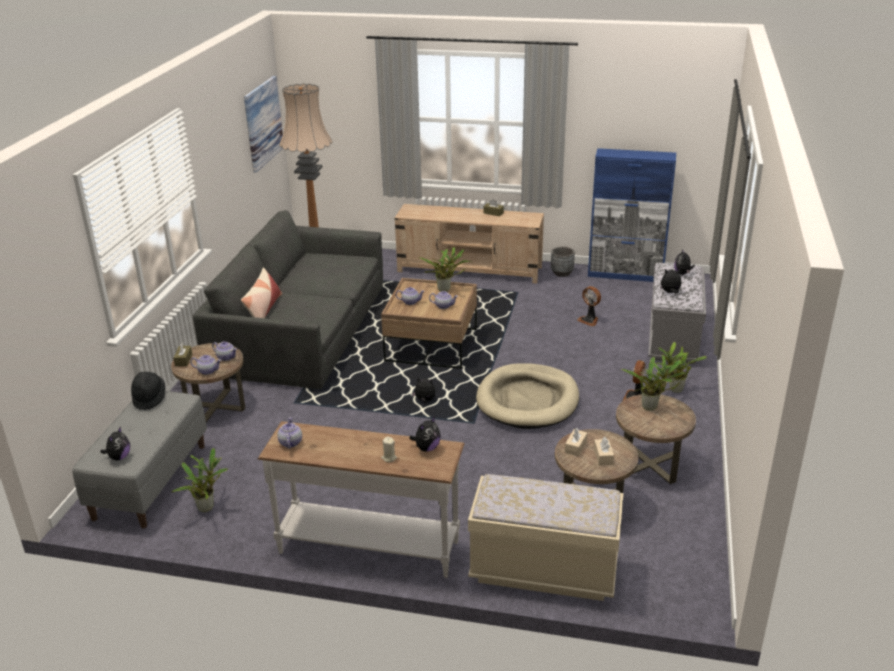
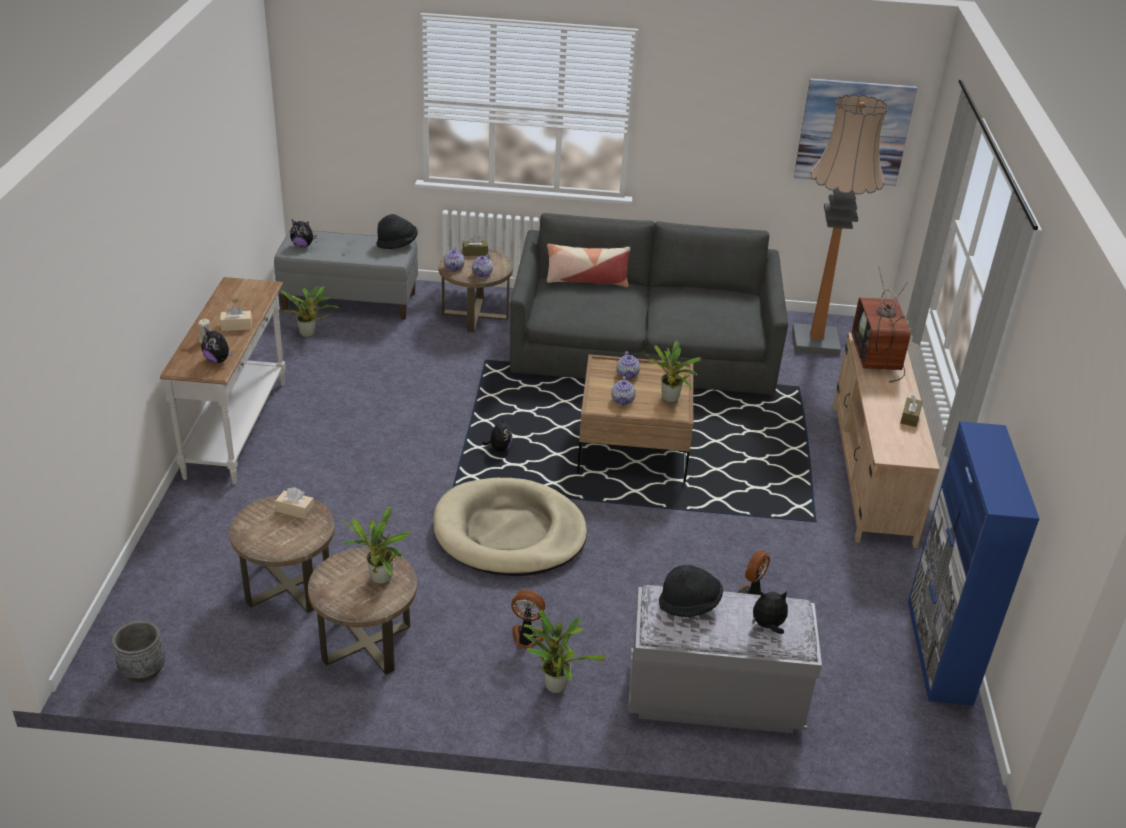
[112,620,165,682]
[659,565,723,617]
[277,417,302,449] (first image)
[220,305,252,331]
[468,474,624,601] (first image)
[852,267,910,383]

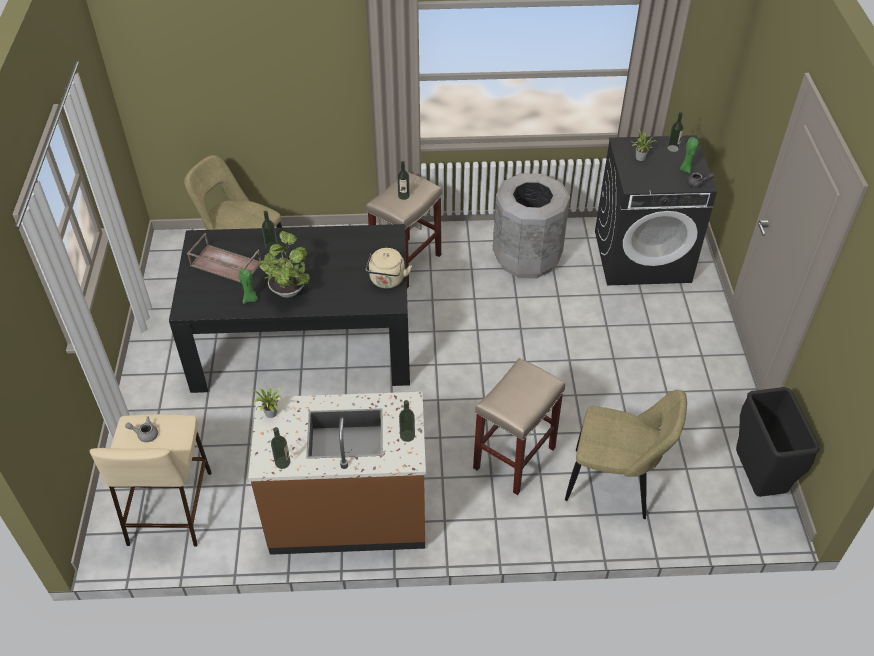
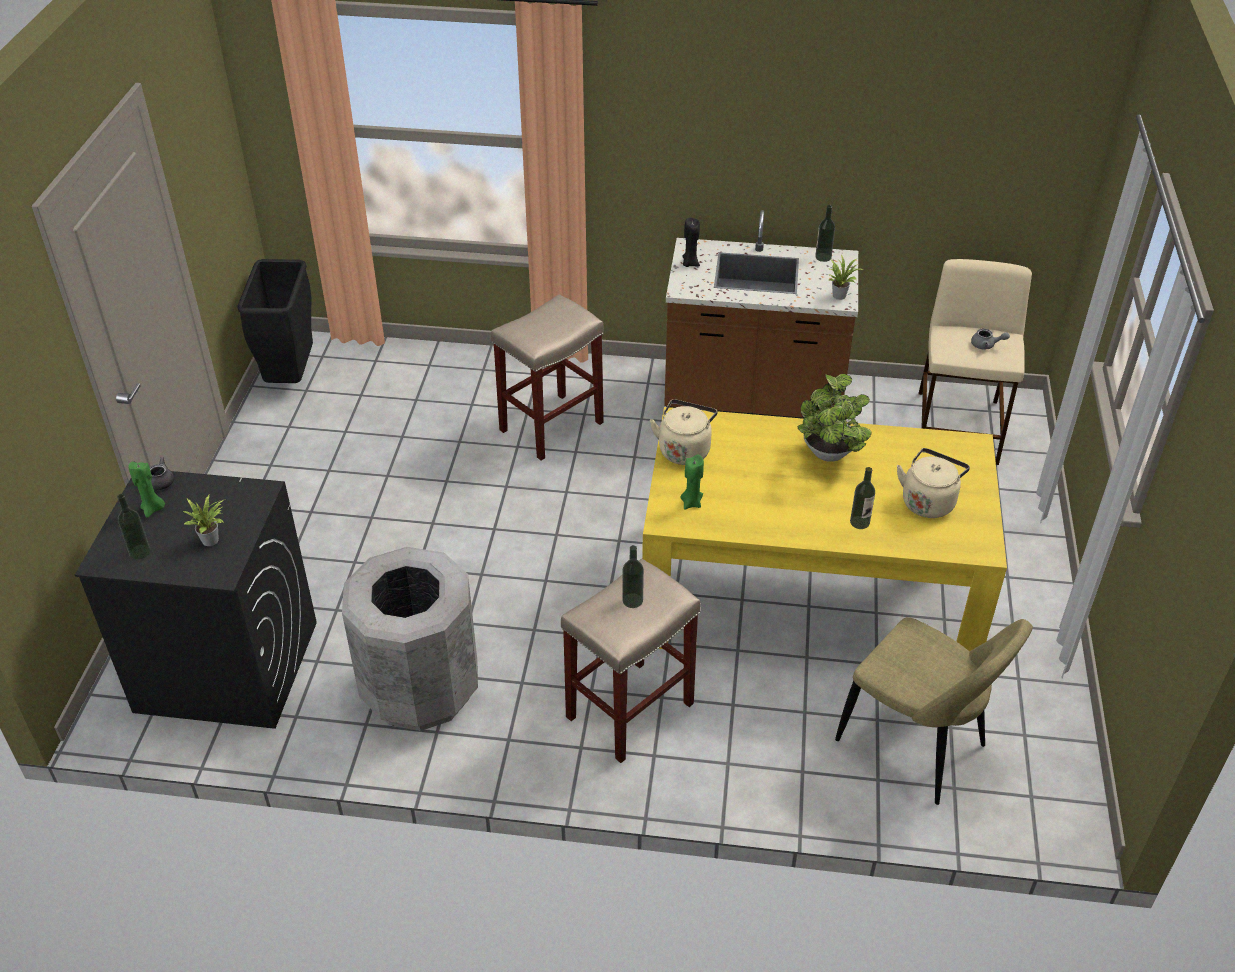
[642,407,1007,652]
[897,448,970,518]
[681,454,704,510]
[565,390,687,519] (first image)
[682,218,700,267]

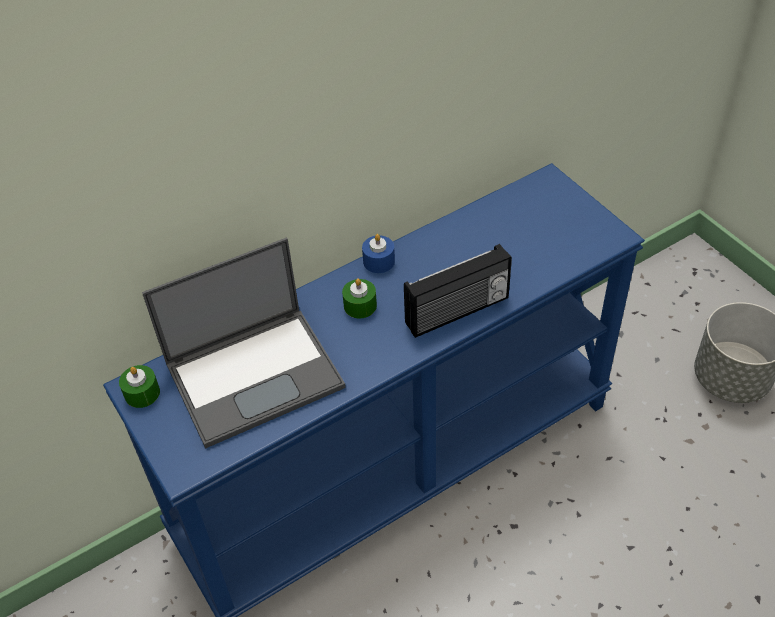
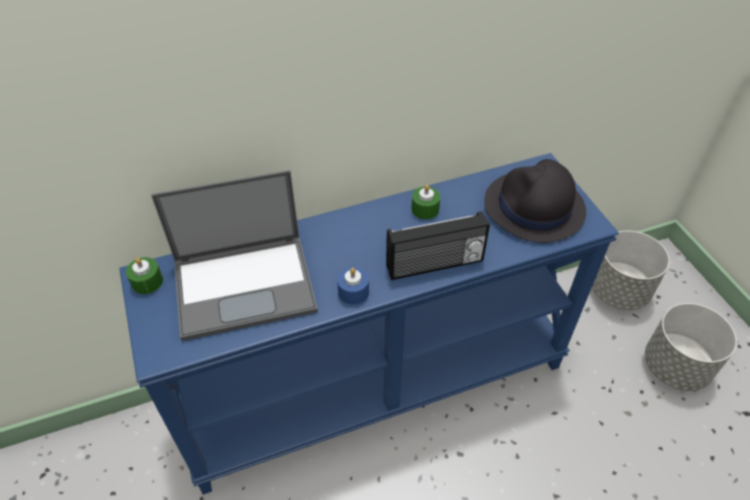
[337,267,369,305]
[411,185,440,219]
[484,159,586,243]
[592,231,670,310]

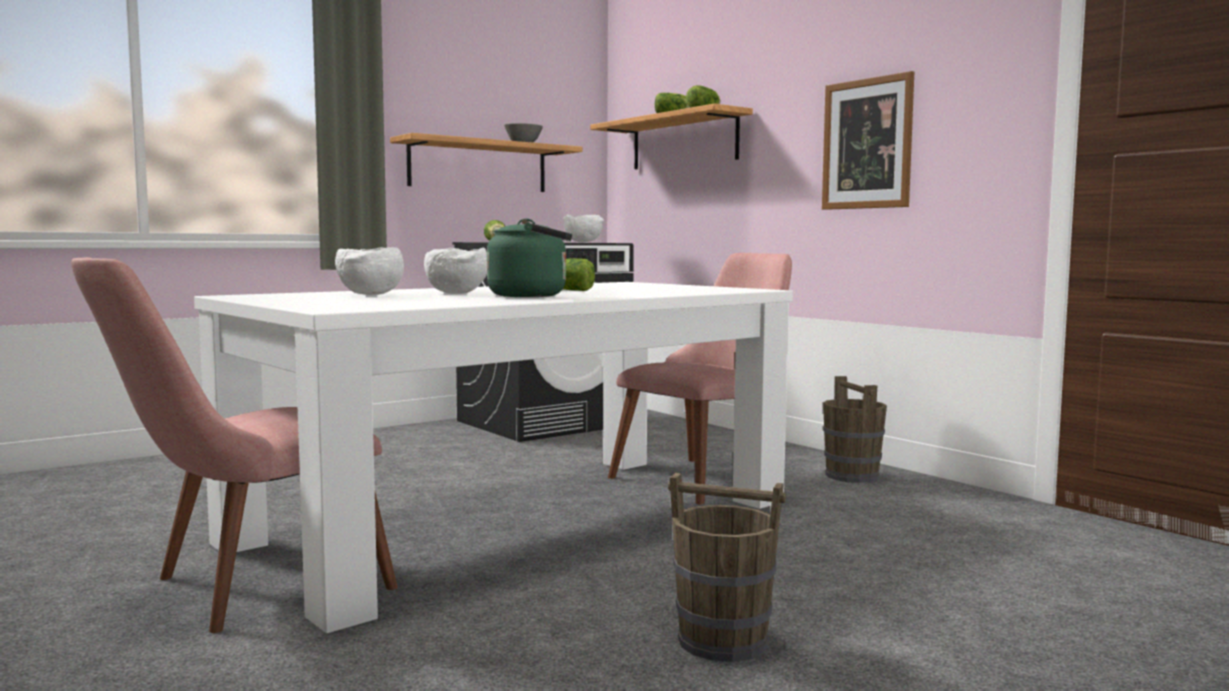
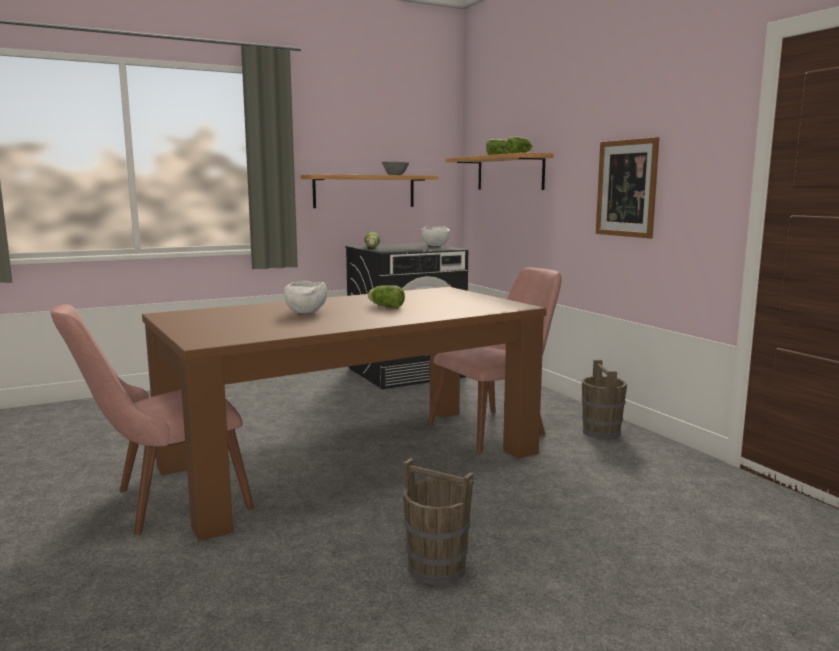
[487,218,572,297] (first image)
[335,247,404,295] (first image)
[142,287,547,541]

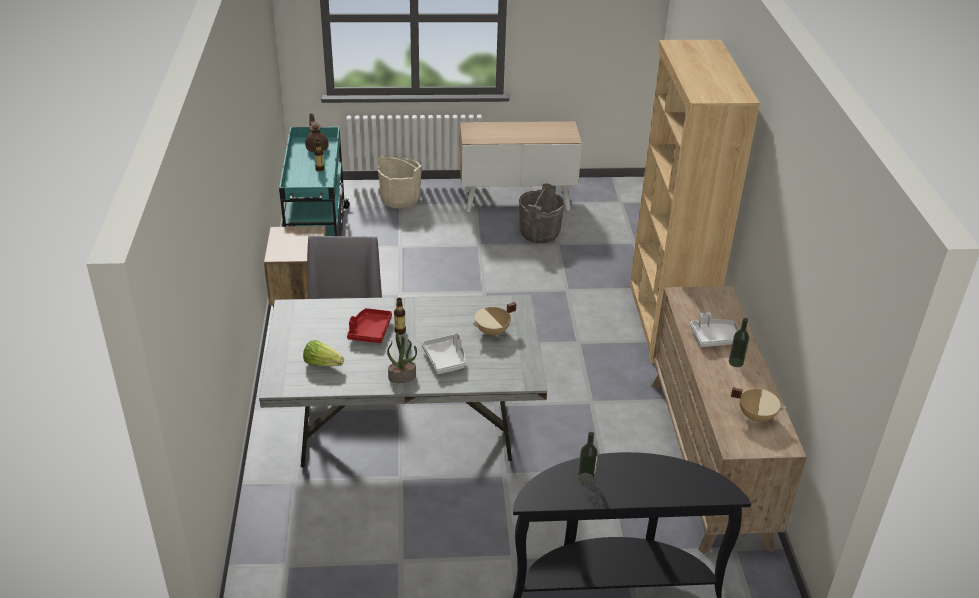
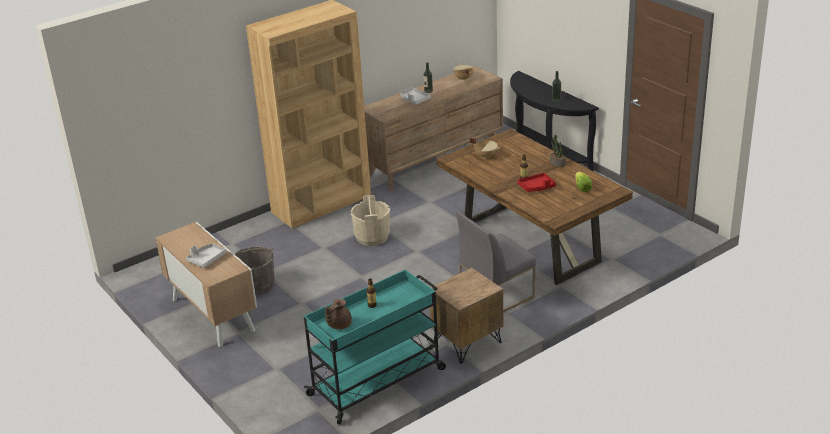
[351,195,390,246]
[436,129,633,285]
[186,243,227,268]

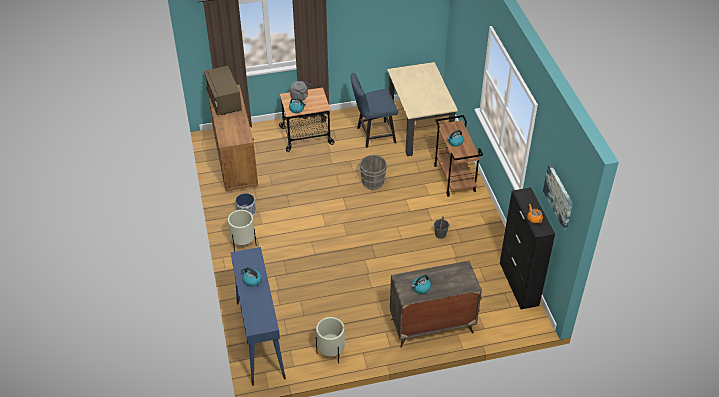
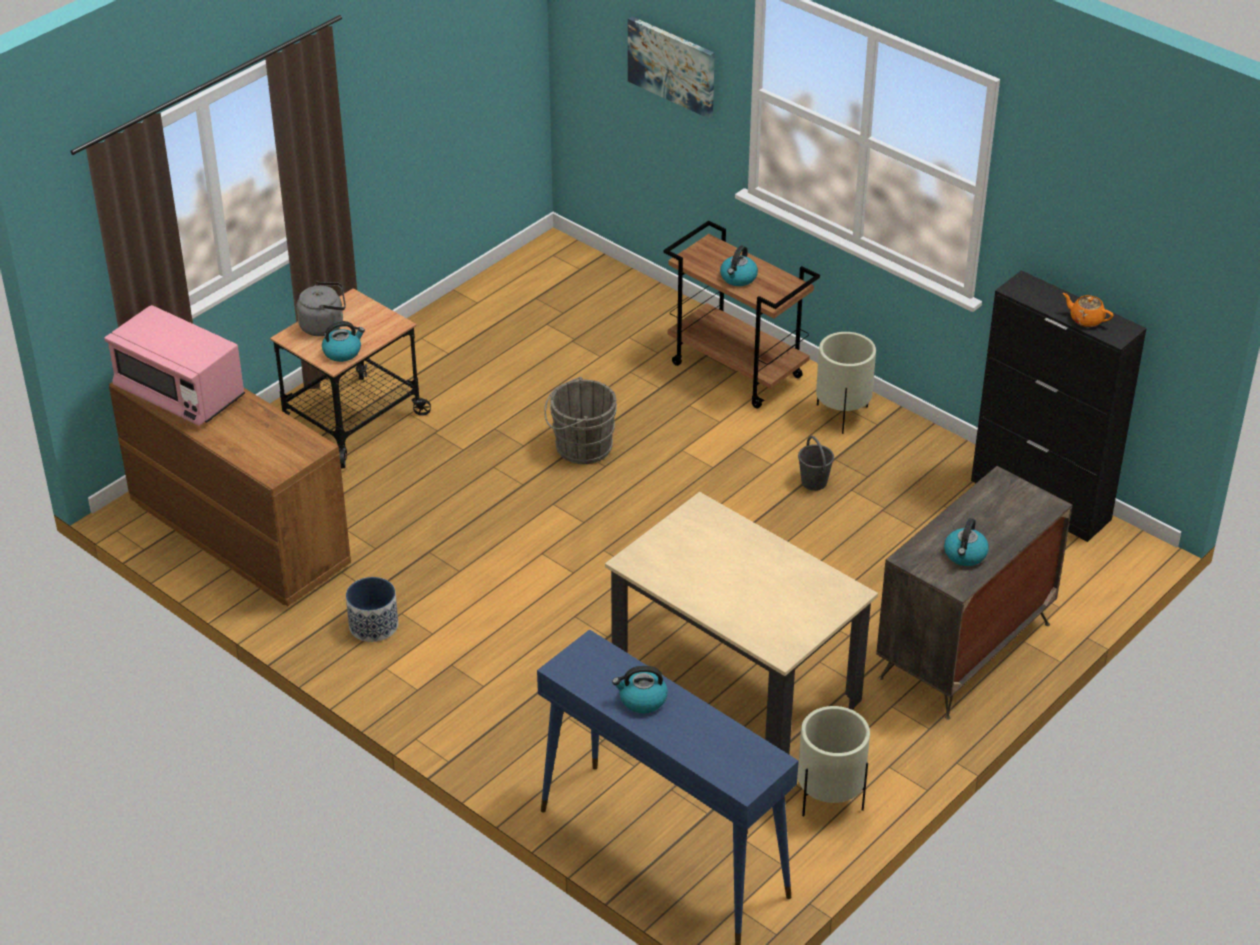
[605,492,878,754]
[104,305,245,426]
[351,73,398,148] (first image)
[628,17,715,119]
[816,332,876,434]

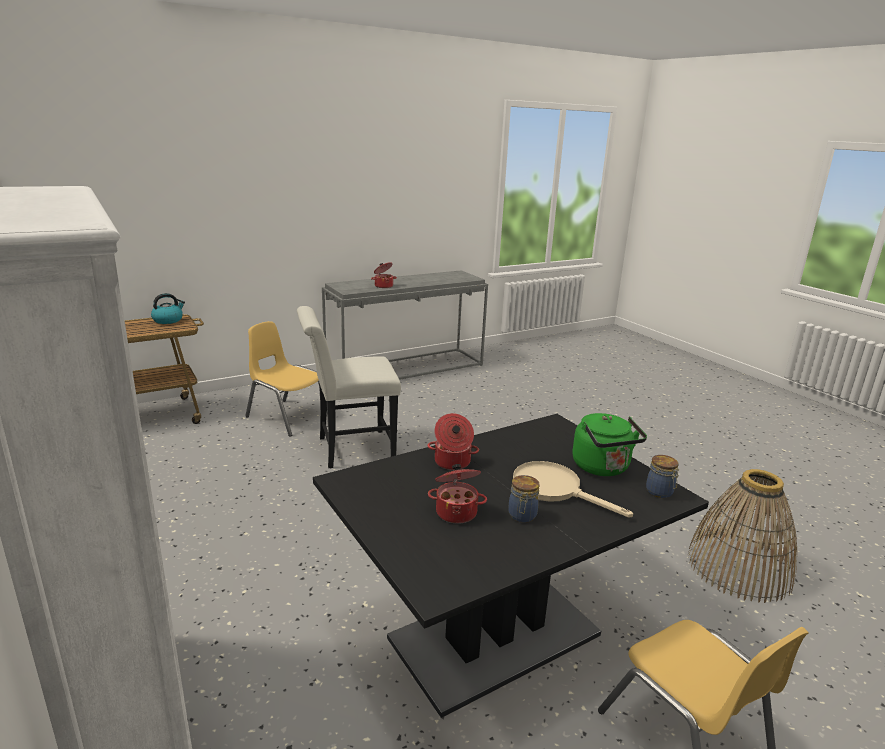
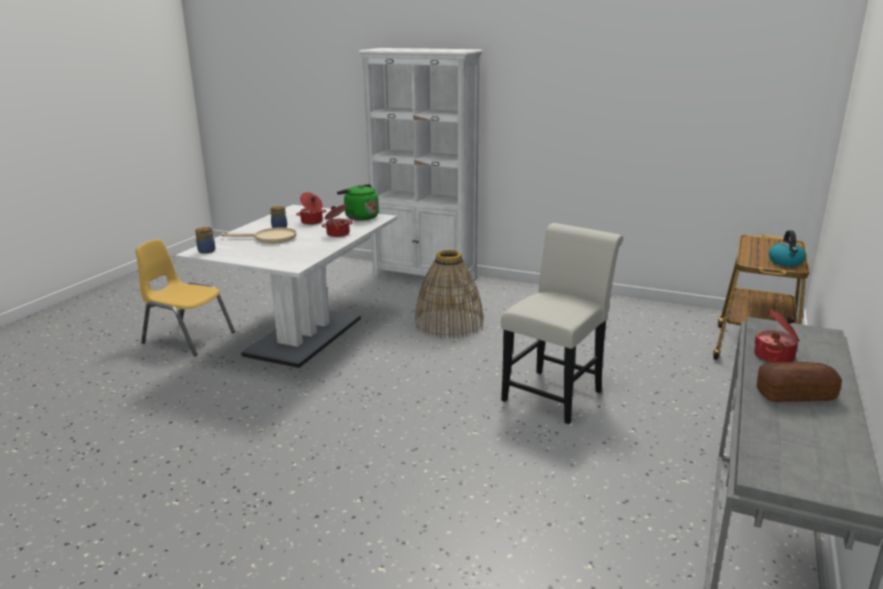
[245,321,319,437] (first image)
[337,184,379,220]
[175,205,397,368]
[415,250,484,339]
[756,362,842,402]

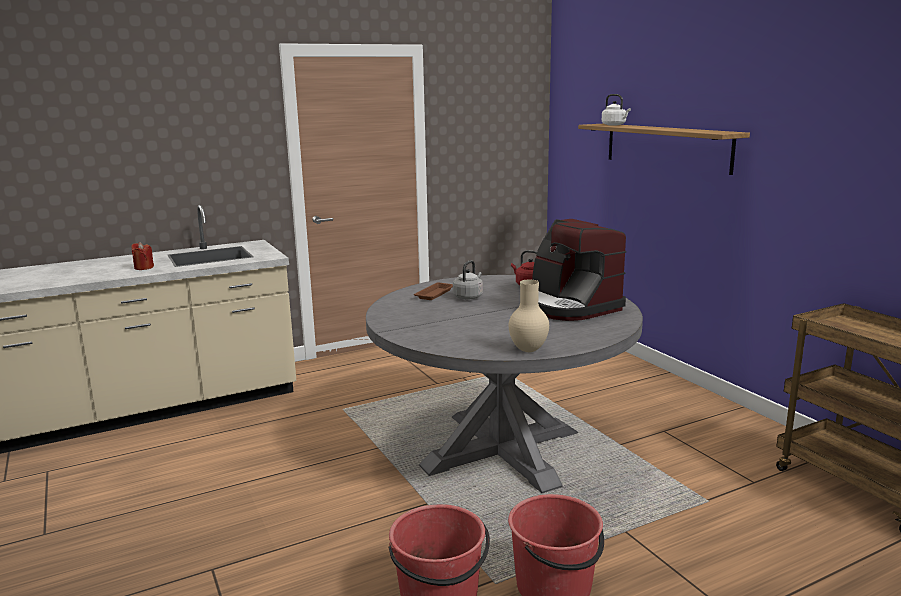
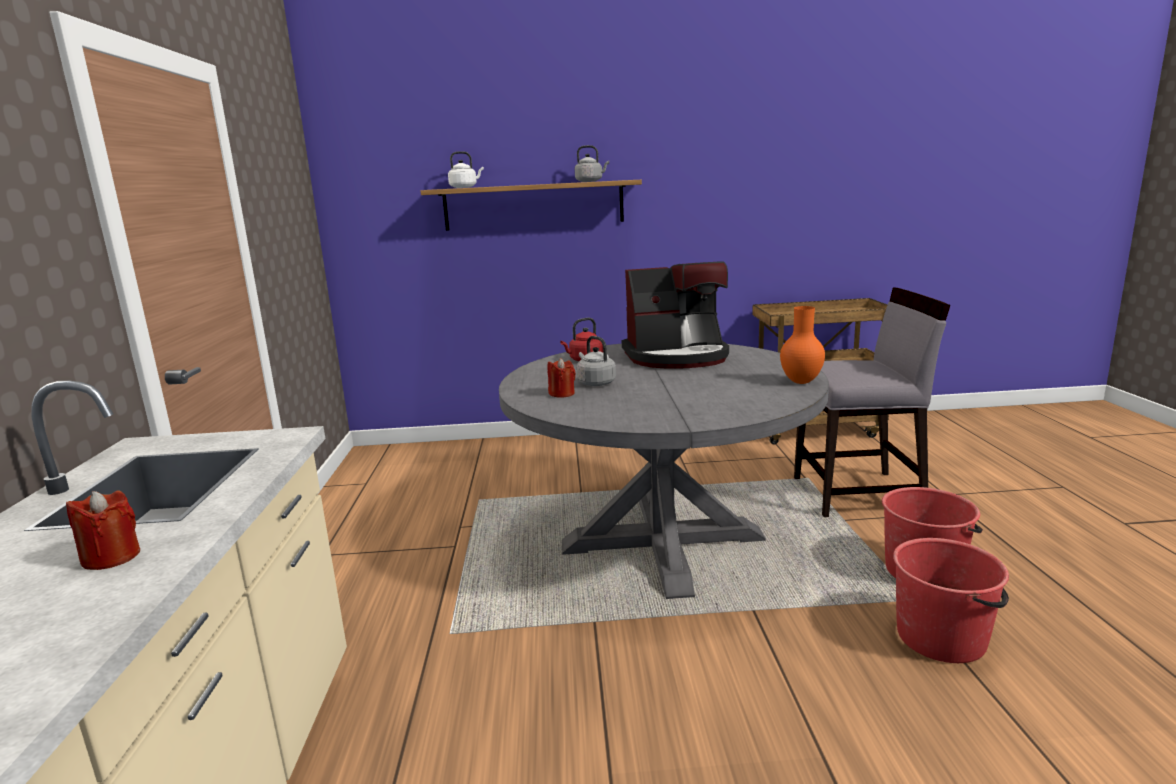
[780,306,825,384]
[547,358,576,398]
[575,145,609,182]
[794,287,950,517]

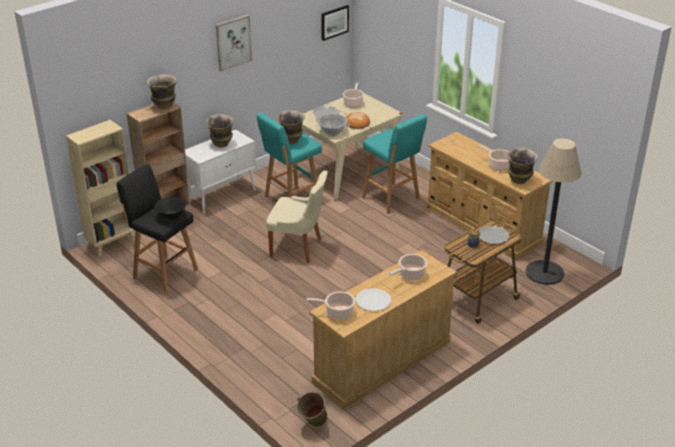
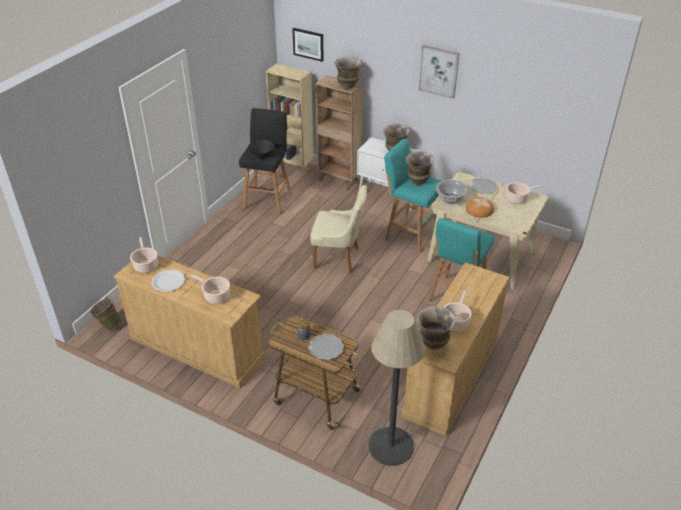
[292,28,324,62]
[310,185,367,273]

